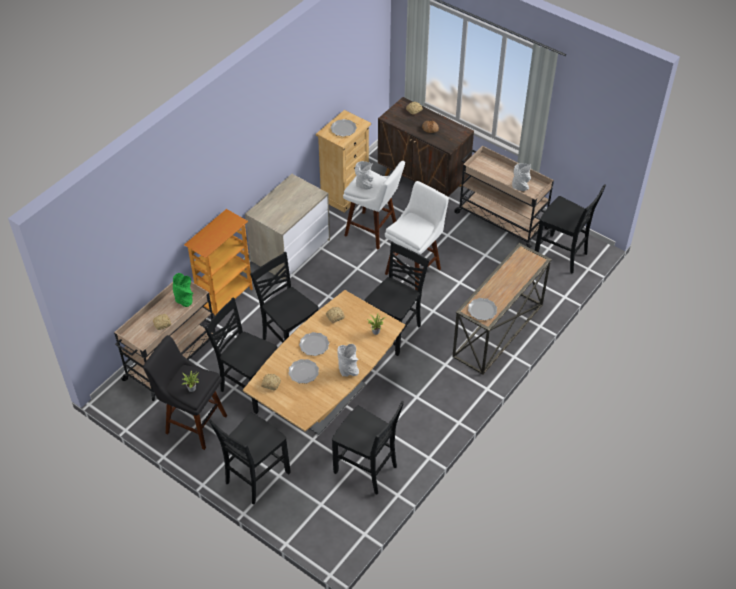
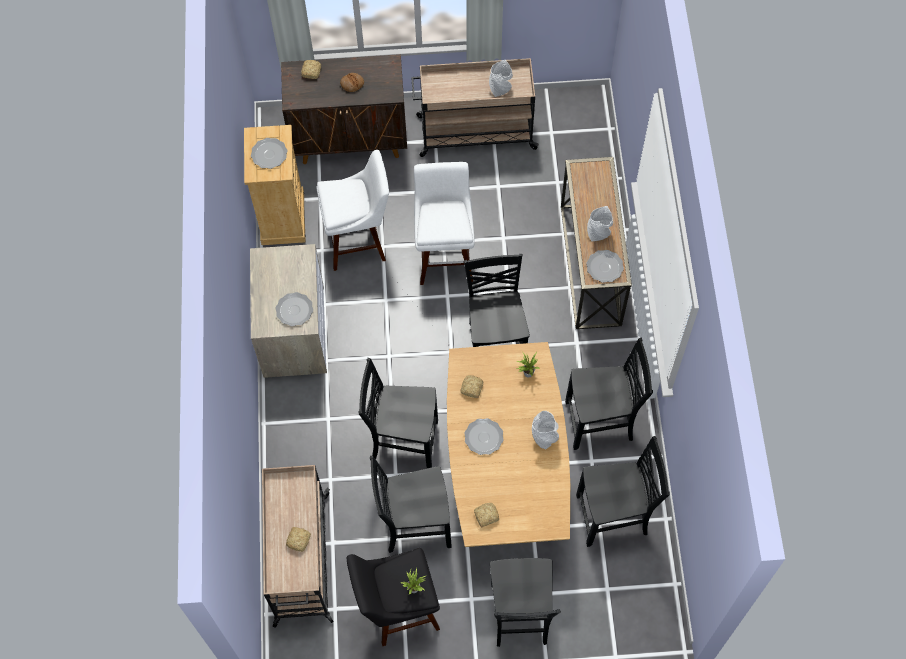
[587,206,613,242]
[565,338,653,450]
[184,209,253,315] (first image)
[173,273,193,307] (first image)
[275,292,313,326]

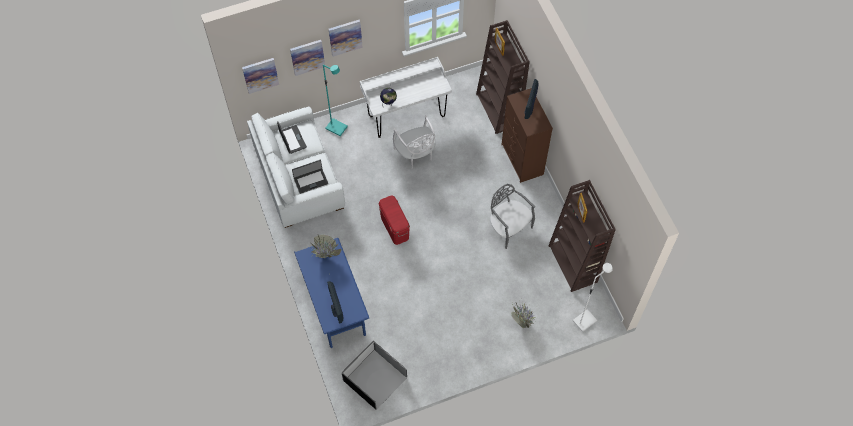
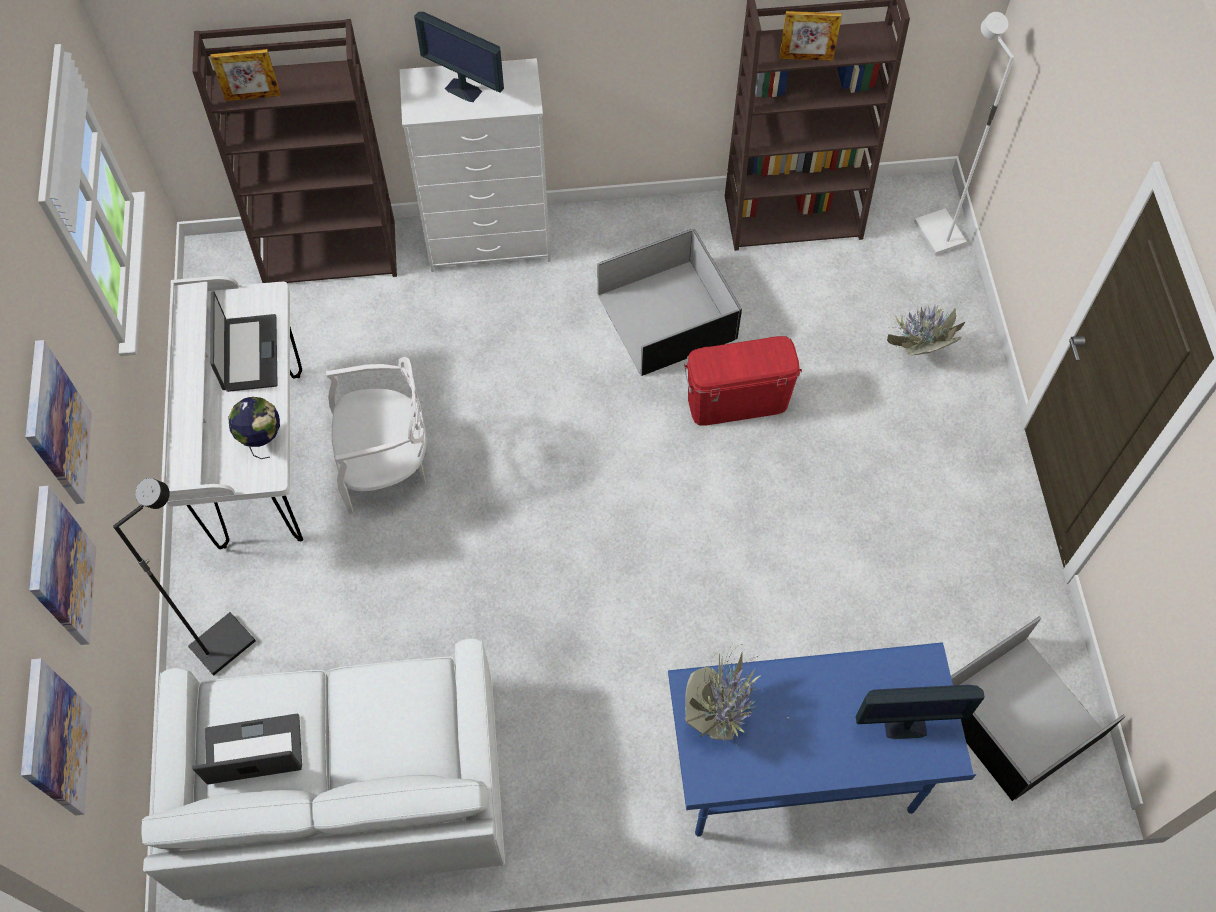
[113,478,256,676]
[399,58,551,272]
[210,291,278,392]
[597,228,742,376]
[684,336,802,426]

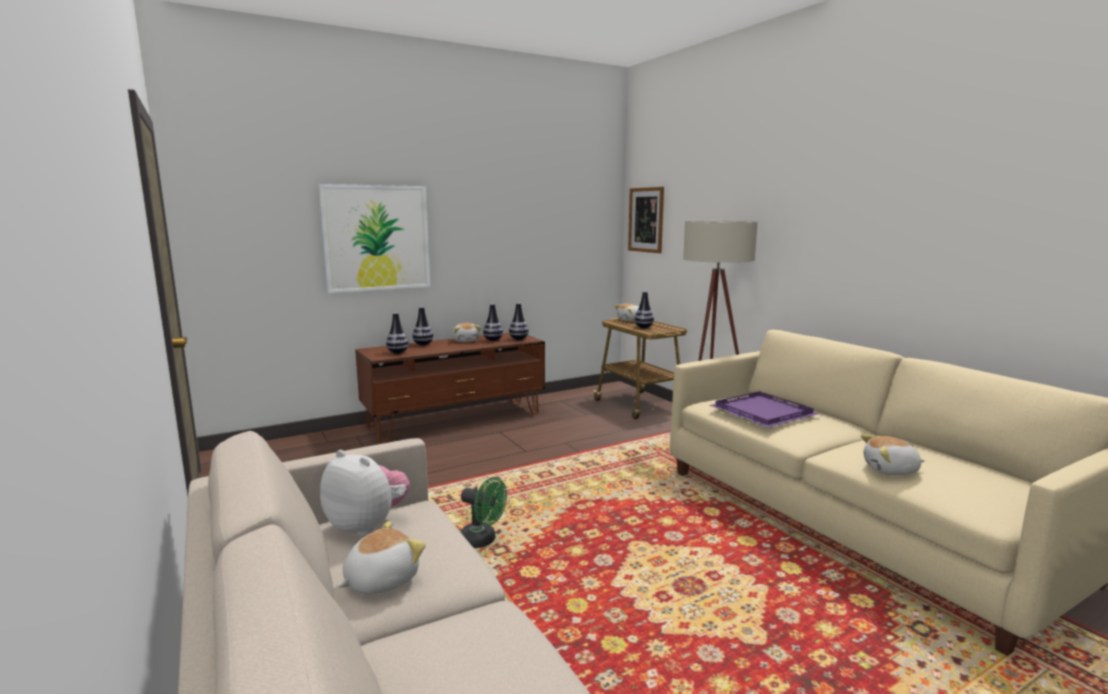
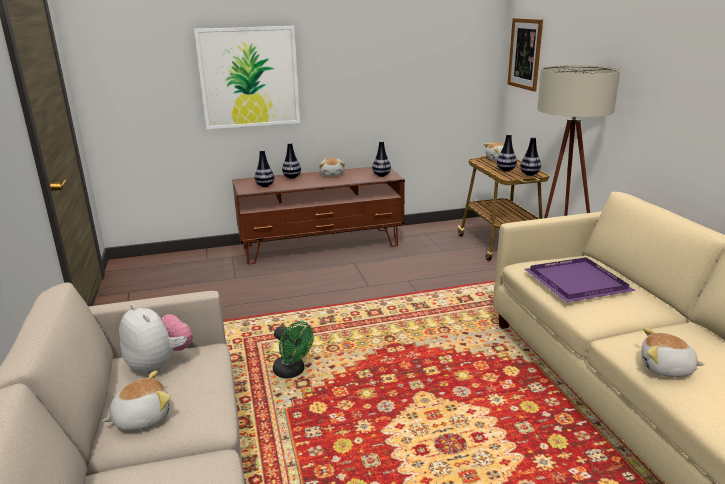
[520,137,541,176]

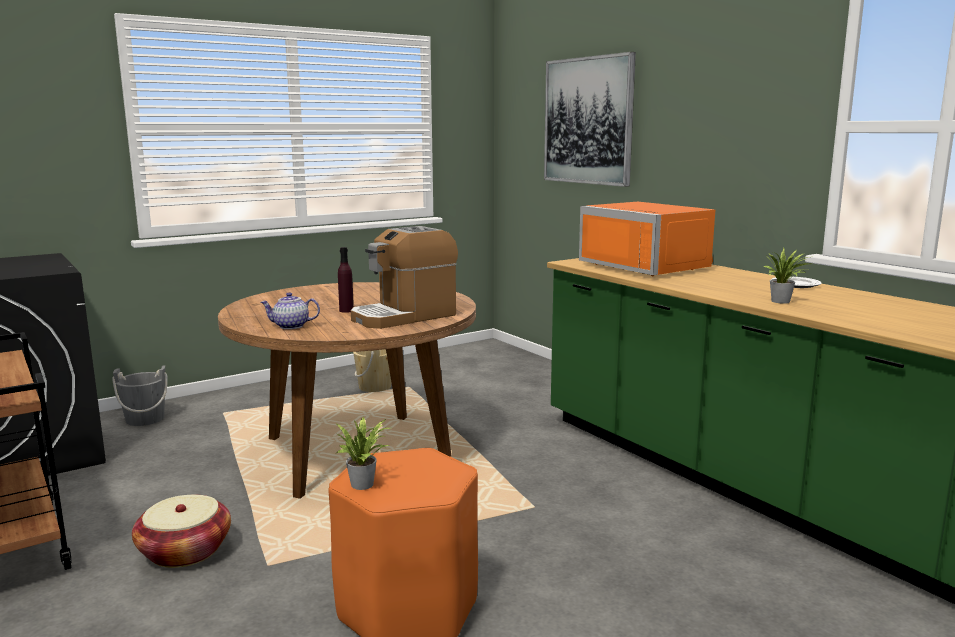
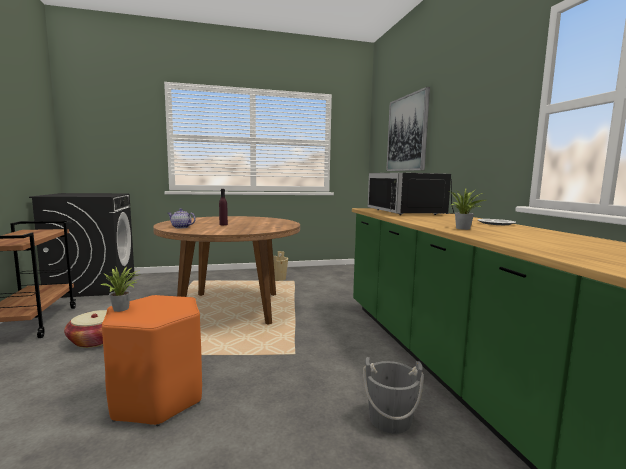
[368,173,454,215]
[351,226,458,329] (first image)
[363,357,423,434]

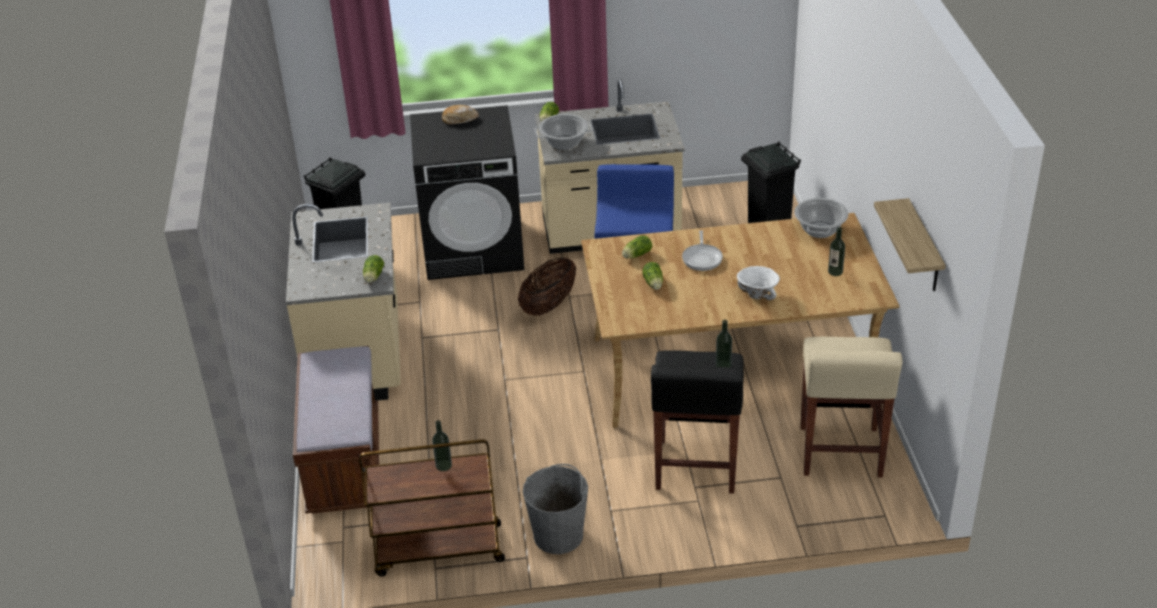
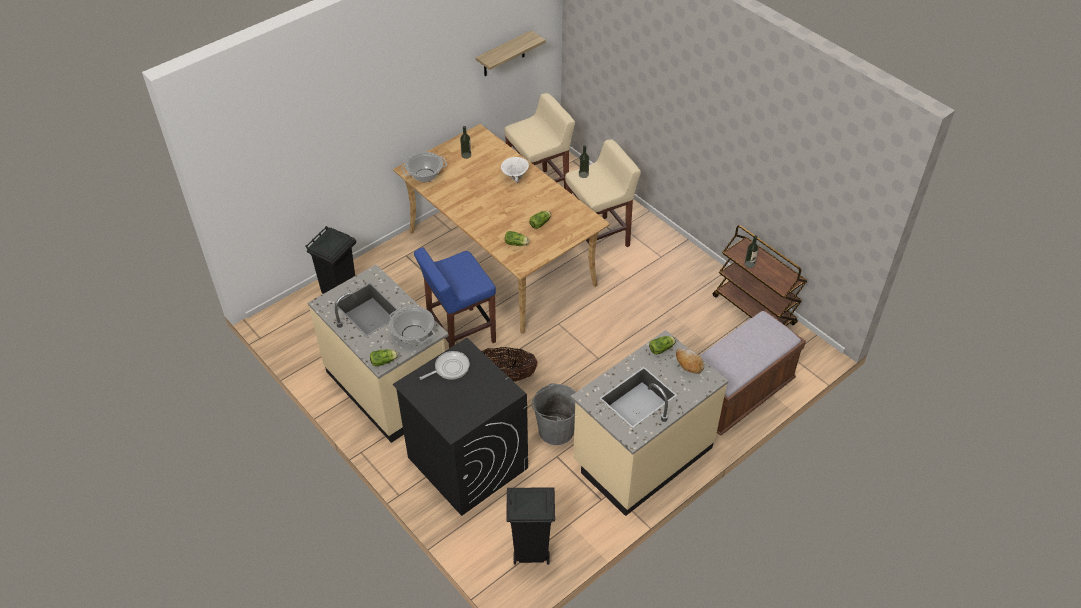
[676,348,705,374]
[420,351,470,380]
[565,139,641,259]
[532,383,576,445]

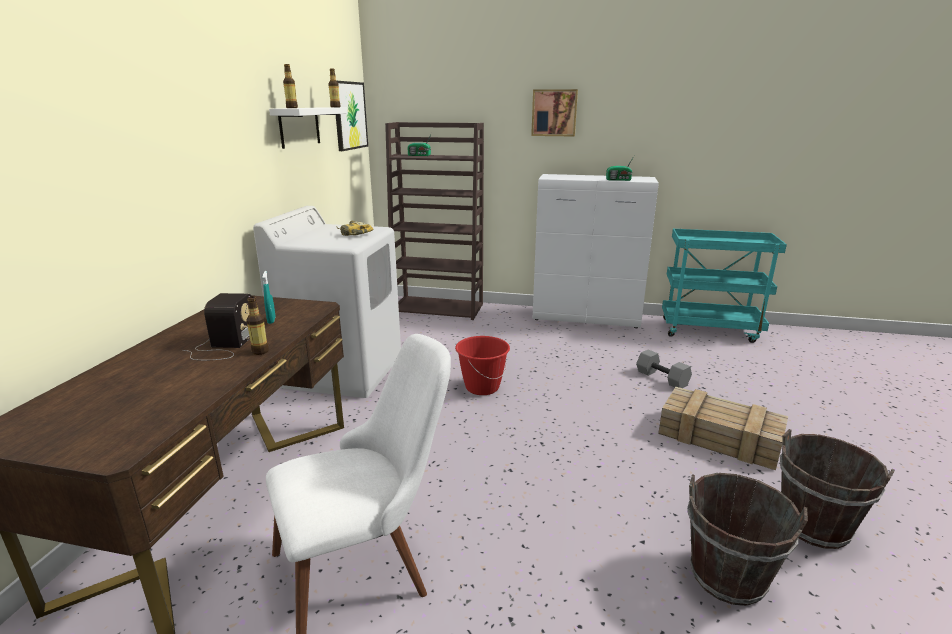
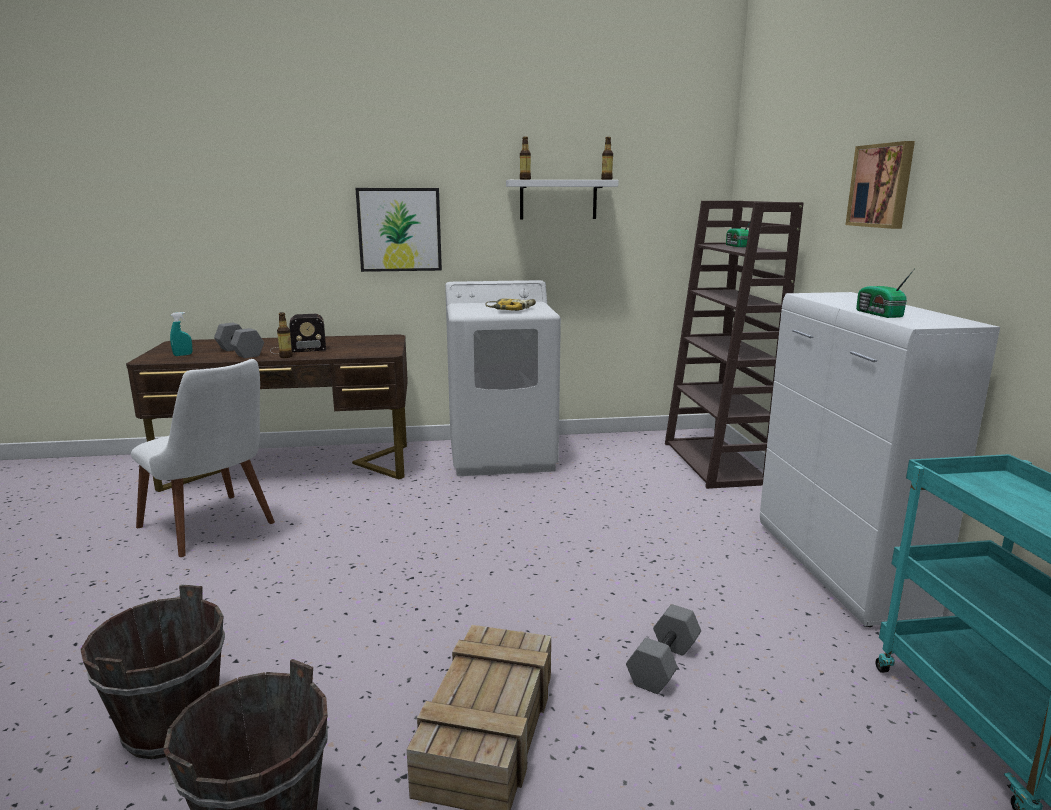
[355,188,442,272]
[170,312,193,356]
[455,336,510,395] (first image)
[214,323,264,358]

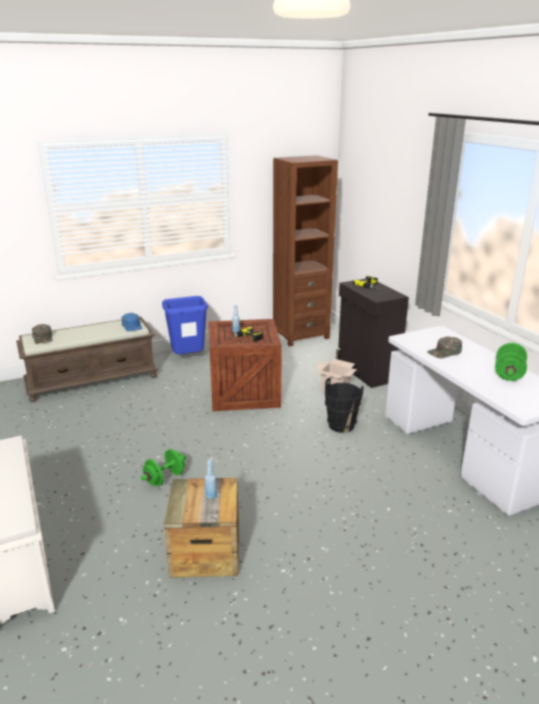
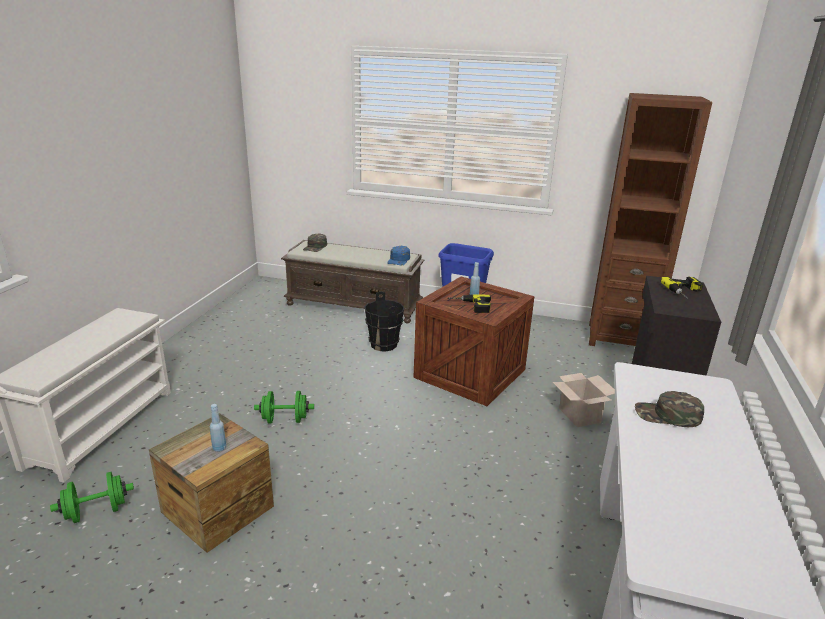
[50,472,134,523]
[365,291,404,351]

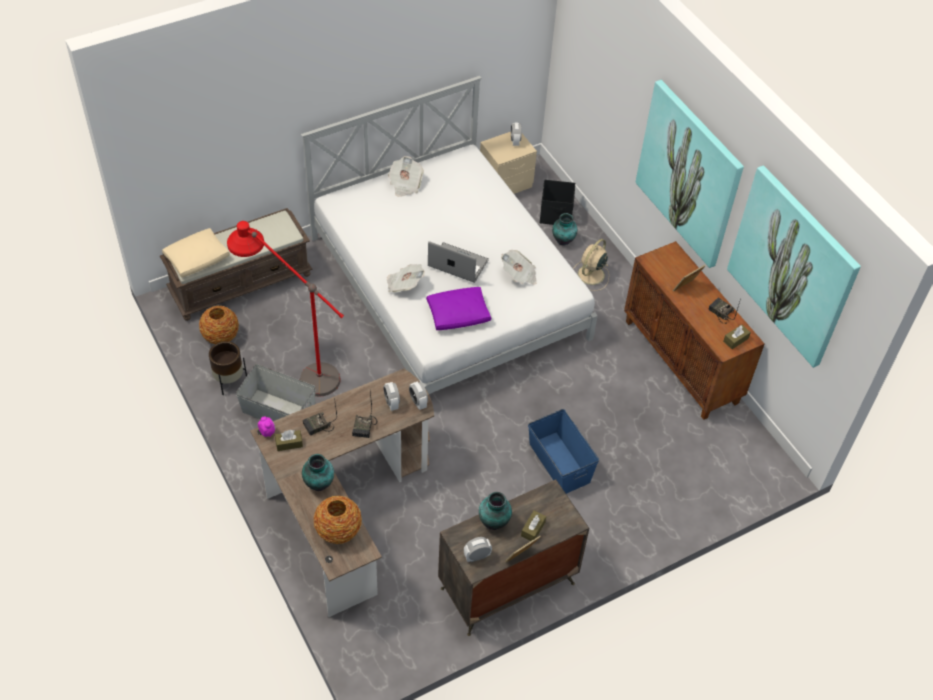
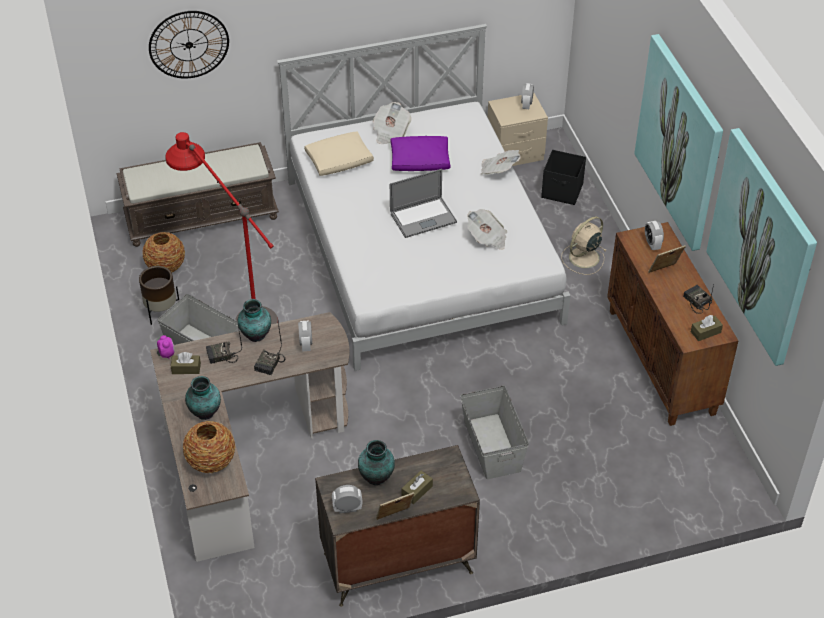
[238,299,271,342]
[304,131,374,176]
[390,169,457,238]
[481,150,521,175]
[390,136,450,171]
[645,221,664,250]
[460,385,529,479]
[149,11,229,78]

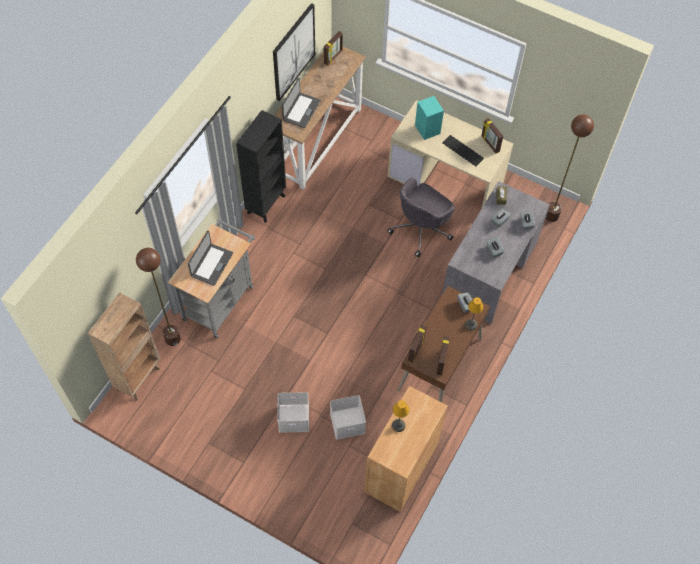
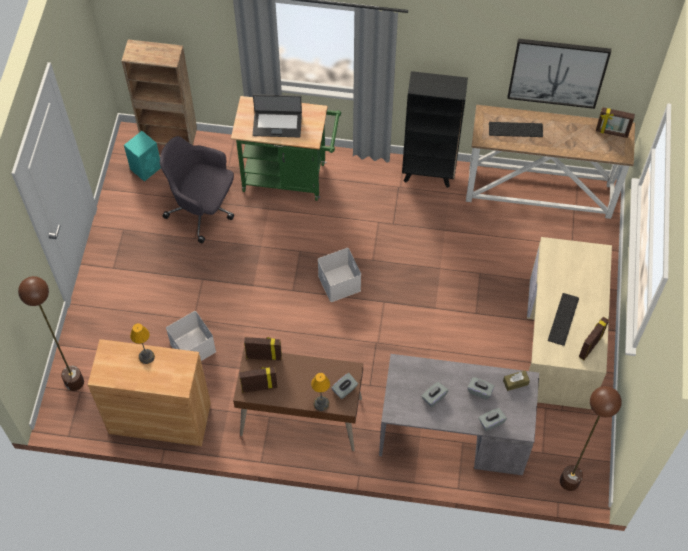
[489,122,543,137]
[124,131,161,182]
[160,136,234,243]
[231,96,341,201]
[18,276,84,391]
[318,248,361,302]

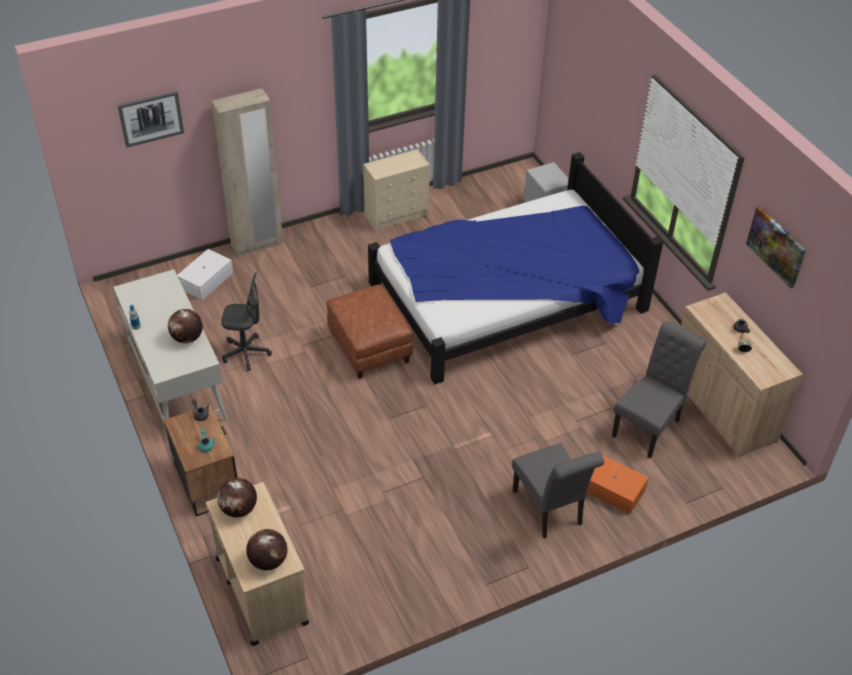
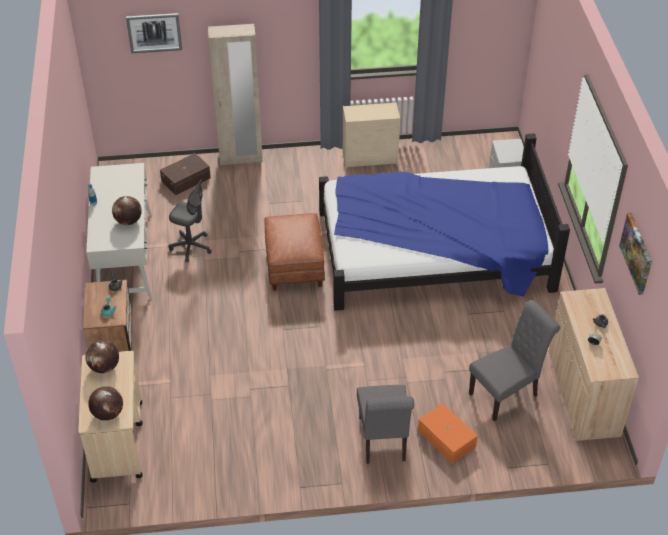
[160,153,211,195]

